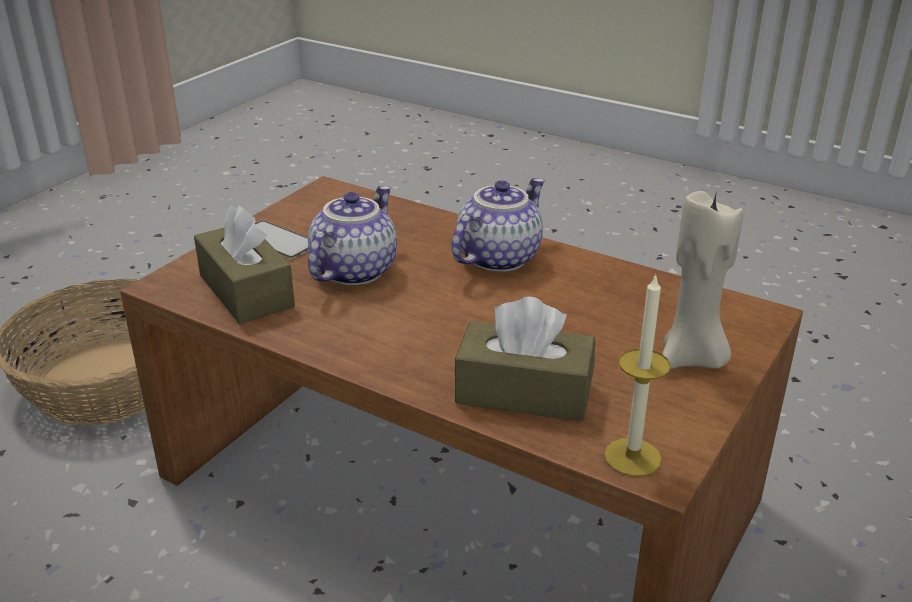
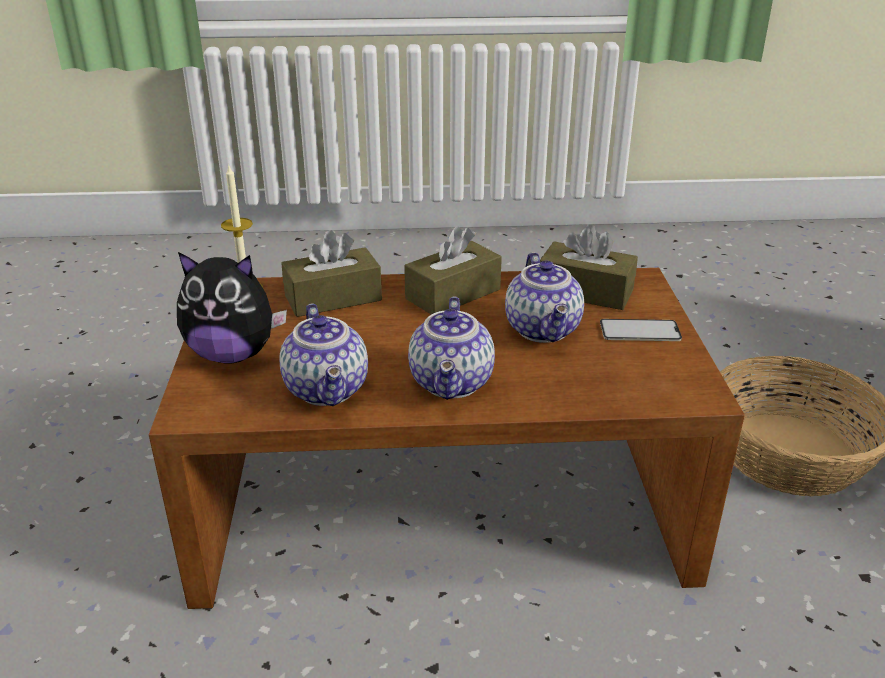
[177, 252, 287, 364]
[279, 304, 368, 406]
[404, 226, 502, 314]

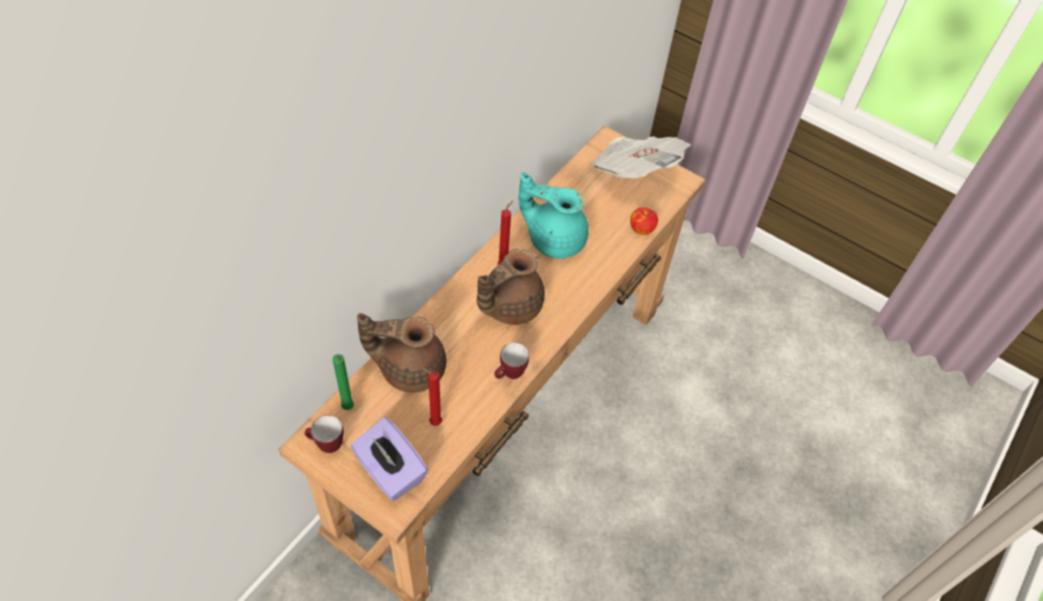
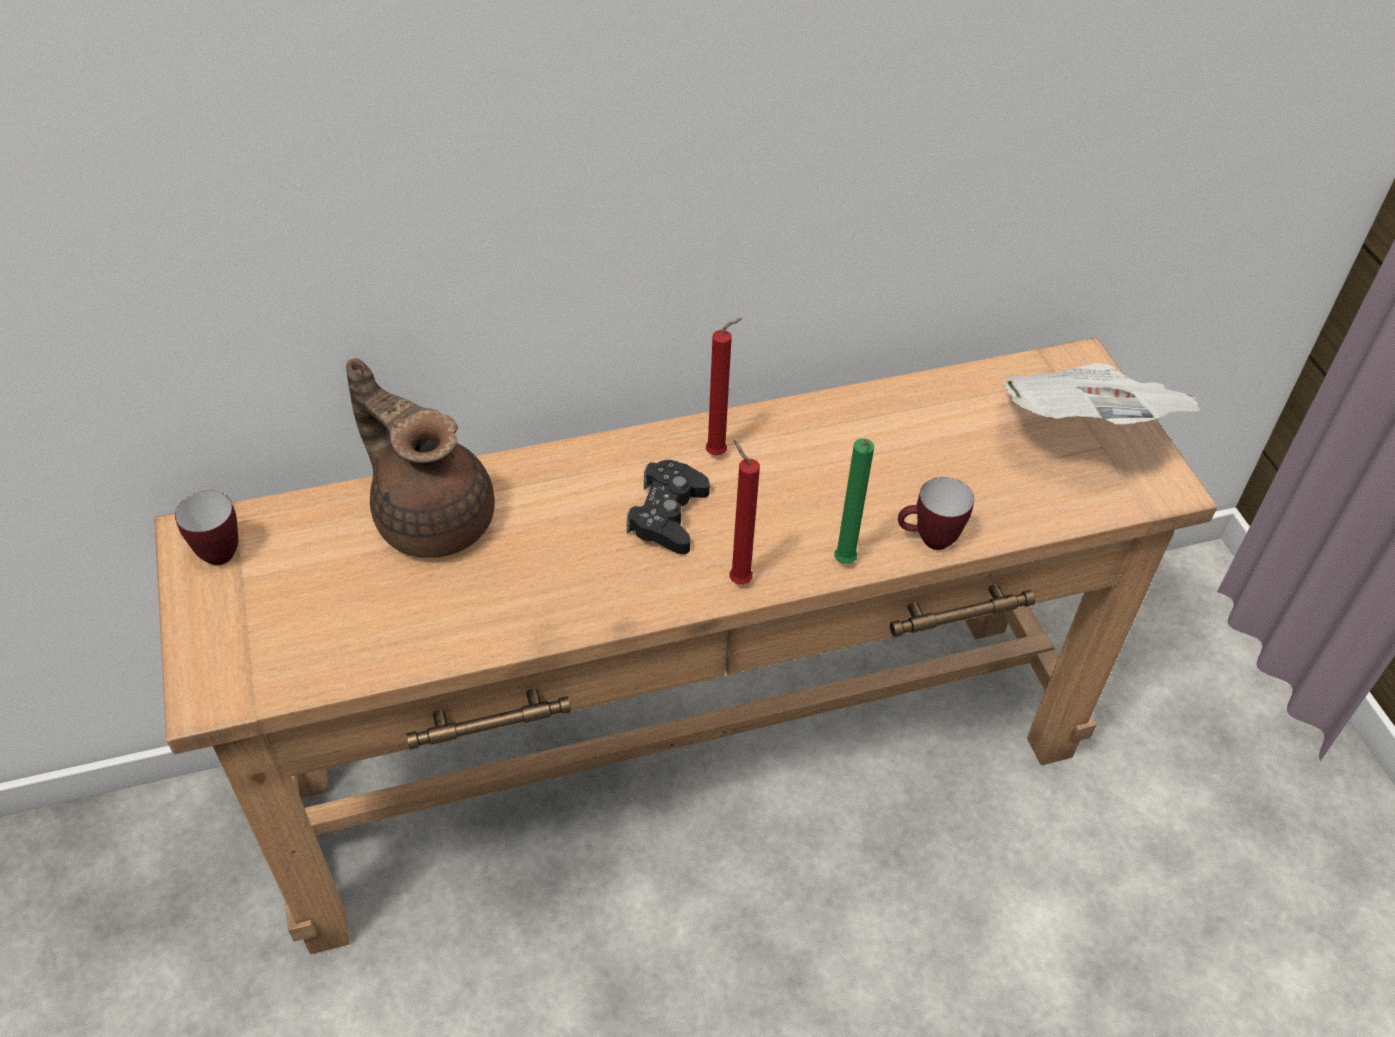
[627, 460, 710, 554]
[729, 440, 760, 584]
[834, 438, 874, 564]
[898, 477, 974, 550]
[351, 417, 428, 501] (first image)
[519, 172, 589, 259] (first image)
[630, 208, 658, 235] (first image)

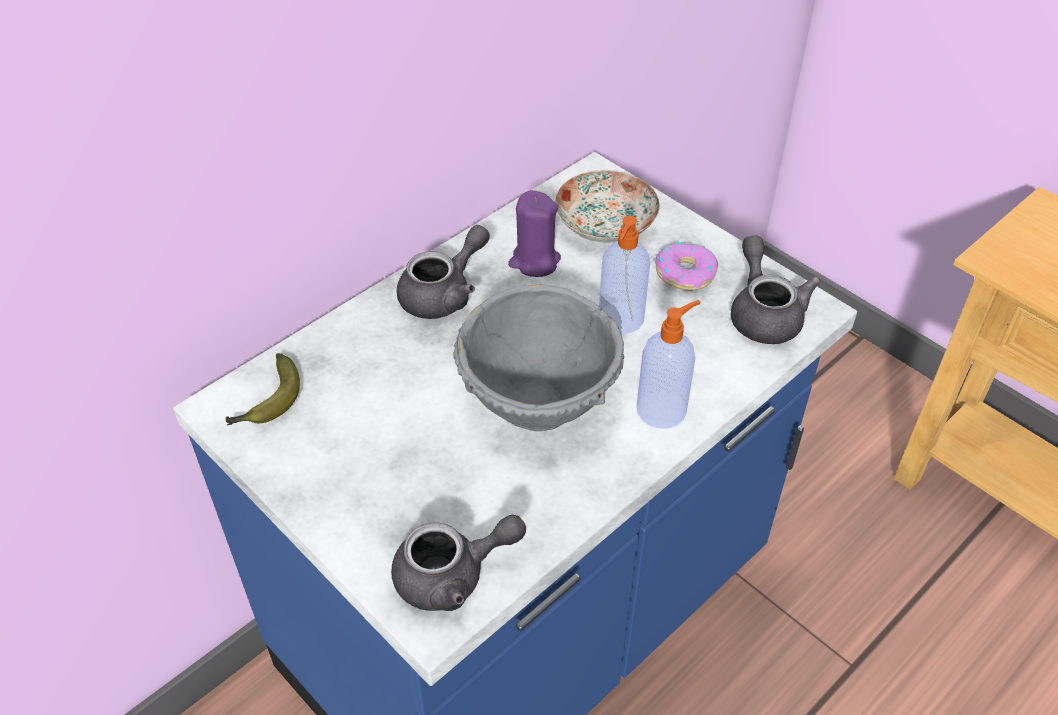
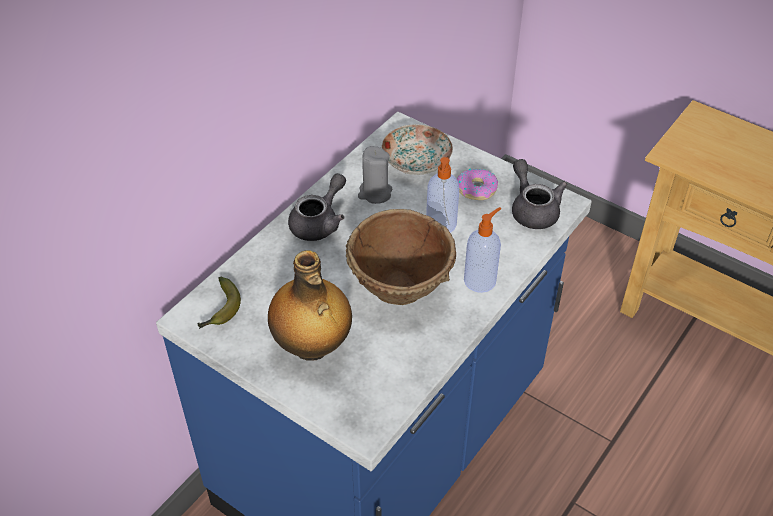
[268, 250, 352, 361]
[346, 209, 456, 305]
[358, 146, 392, 204]
[391, 514, 526, 611] (first image)

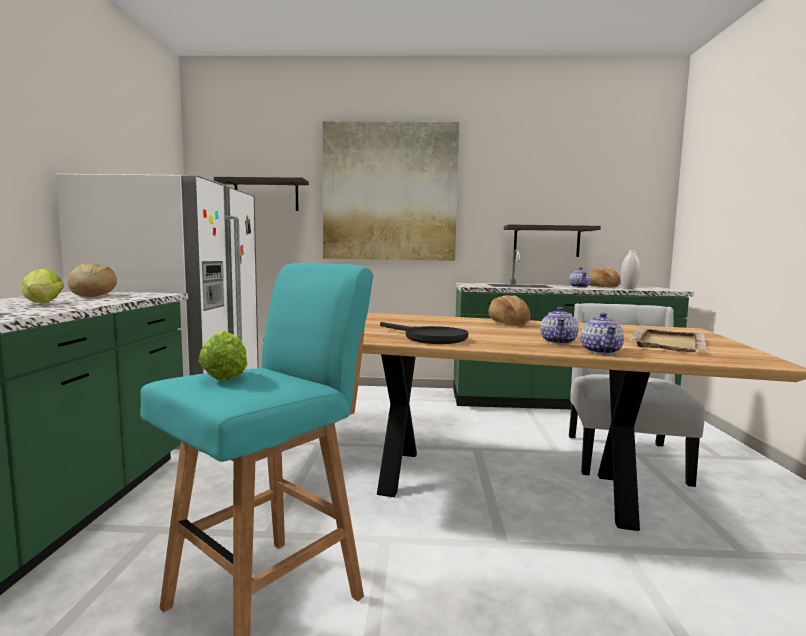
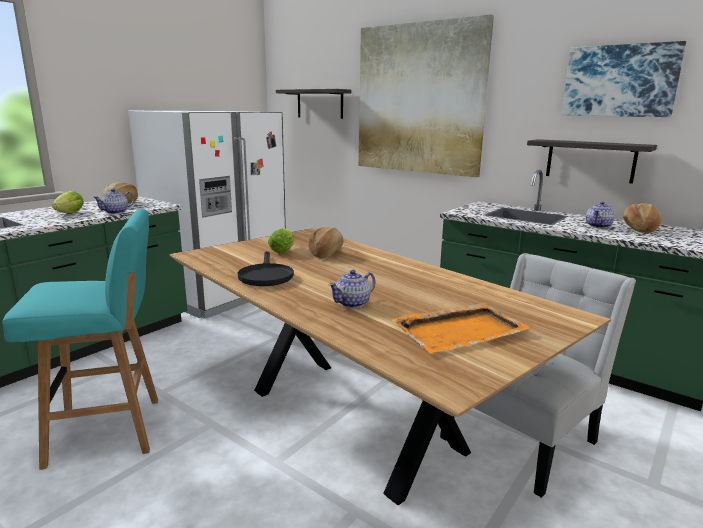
[93, 189, 134, 214]
[268, 228, 293, 253]
[308, 227, 344, 259]
[391, 302, 530, 354]
[562, 41, 686, 117]
[621, 250, 641, 289] (first image)

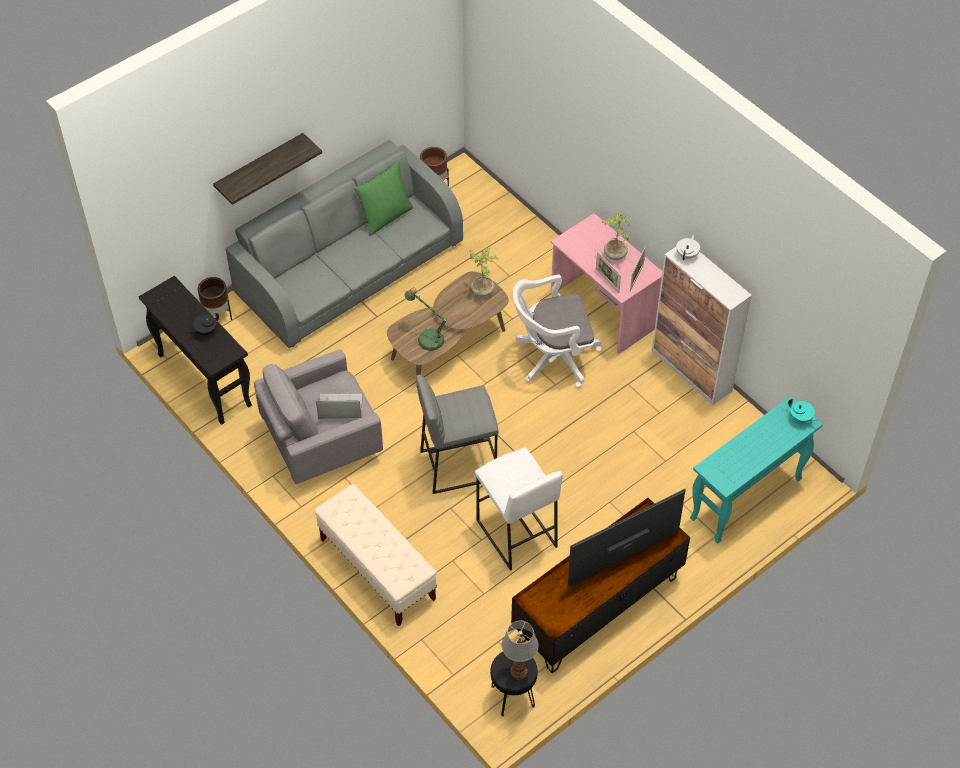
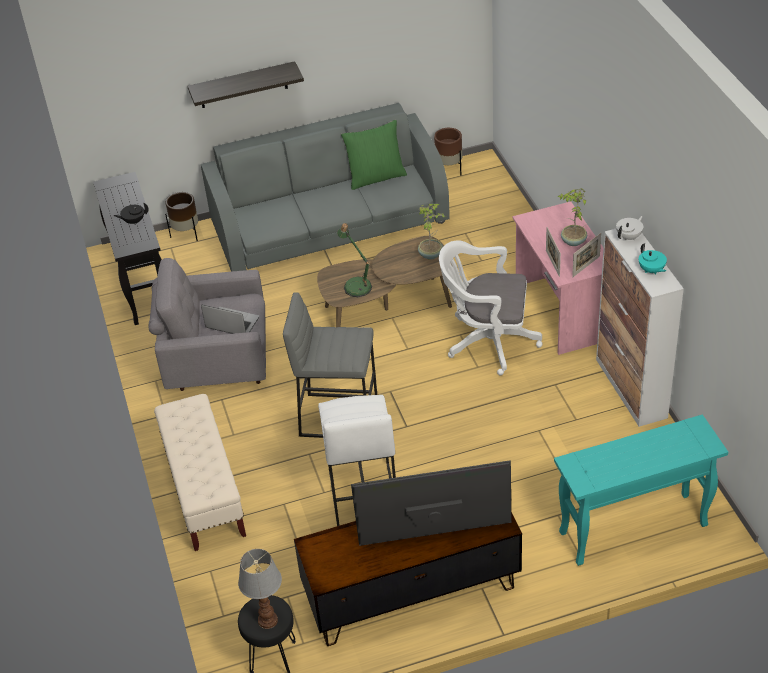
[639, 243, 667, 274]

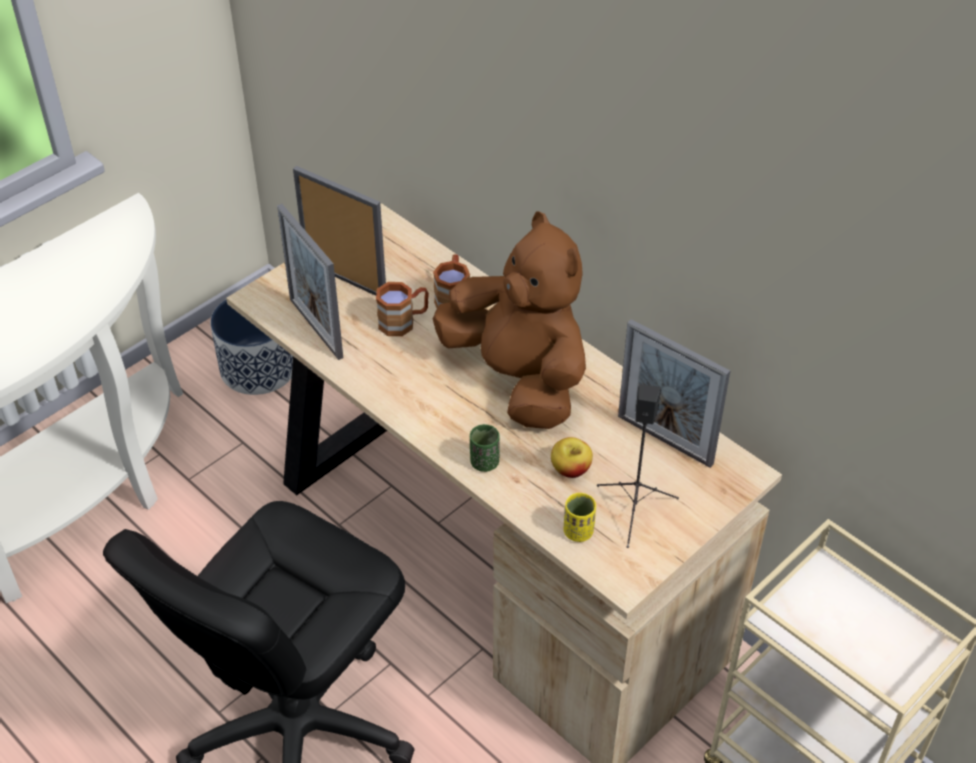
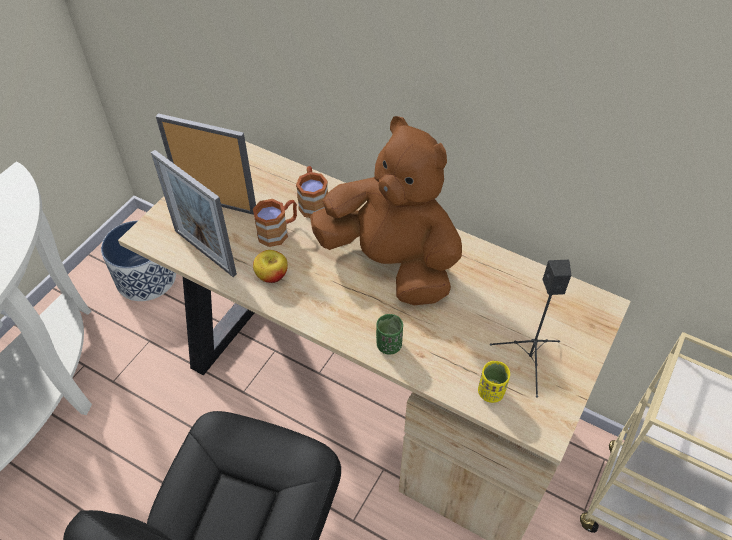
[253, 250, 288, 283]
[618, 319, 730, 468] (first image)

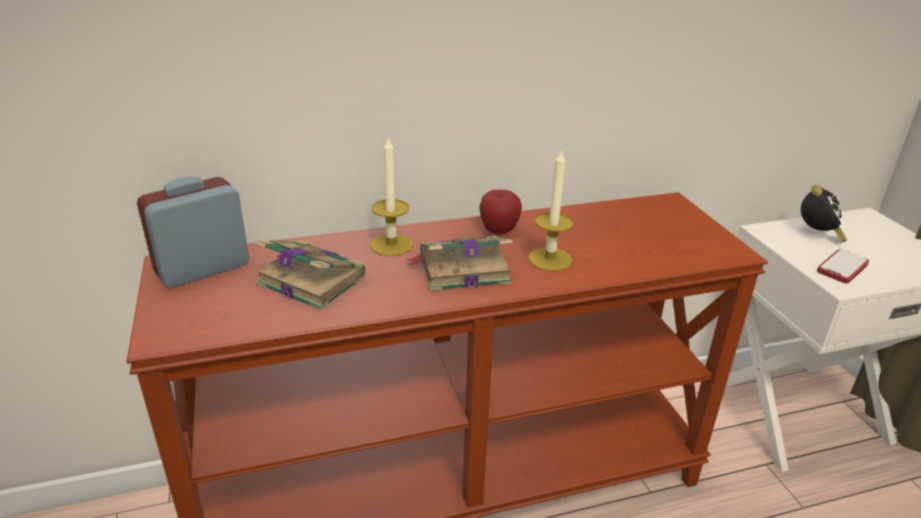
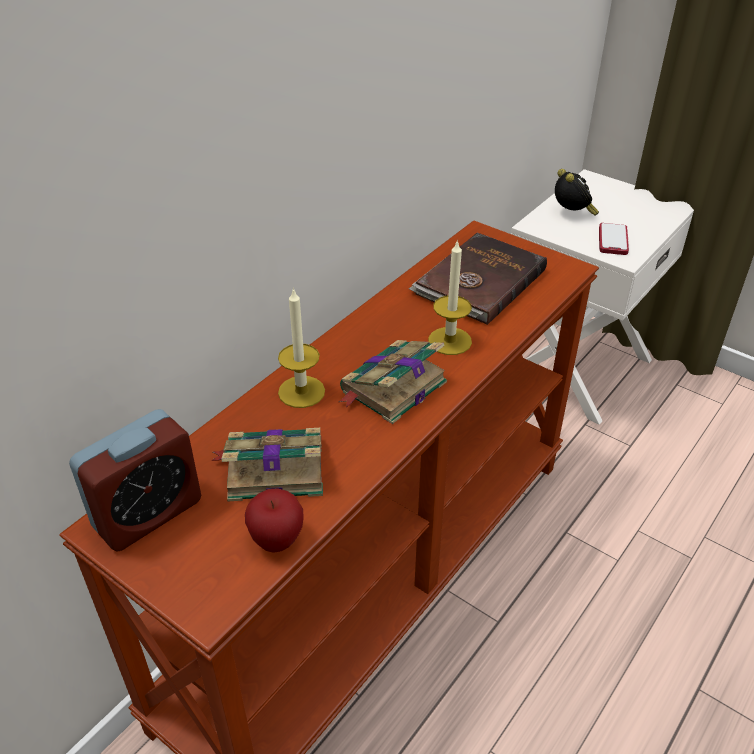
[69, 409, 201, 552]
[245, 488, 304, 553]
[409, 233, 547, 325]

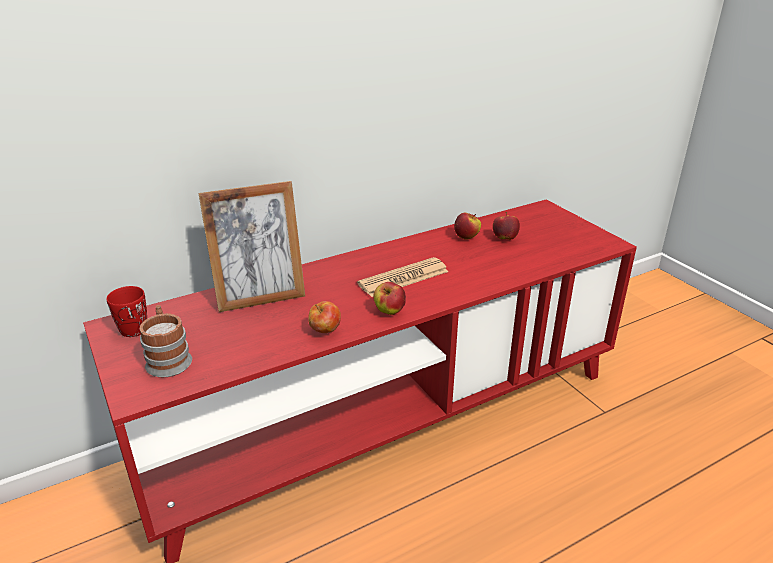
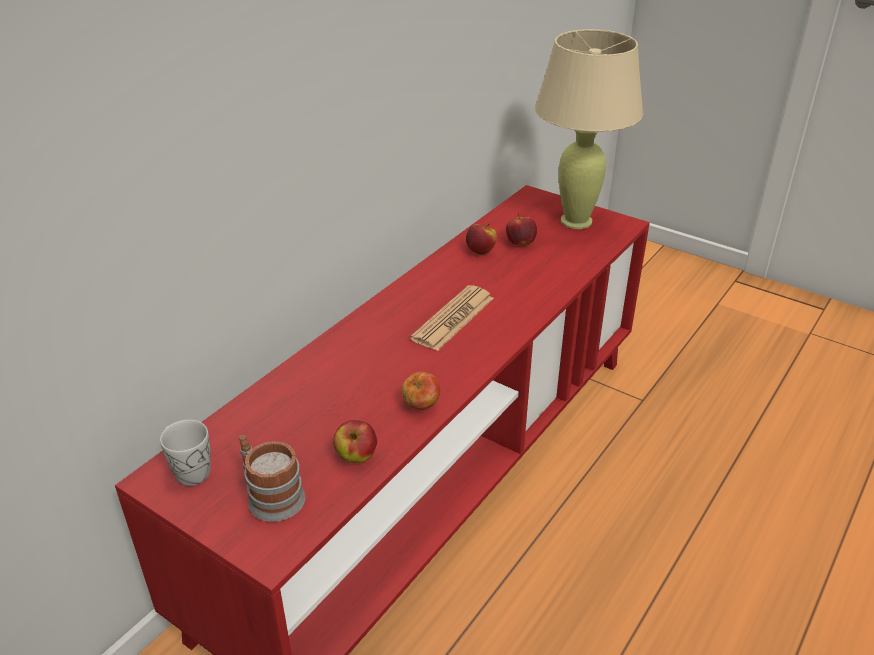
[160, 420, 211, 486]
[333, 420, 377, 463]
[535, 29, 643, 229]
[198, 181, 305, 312] (first image)

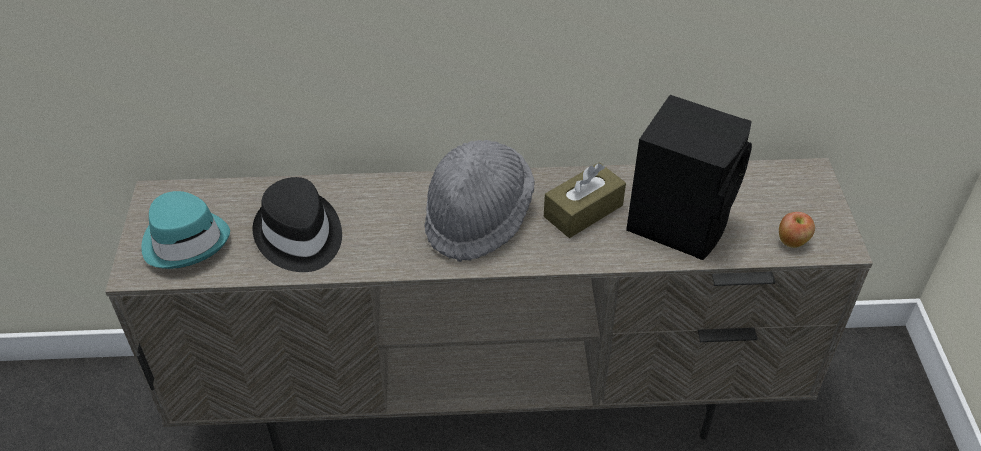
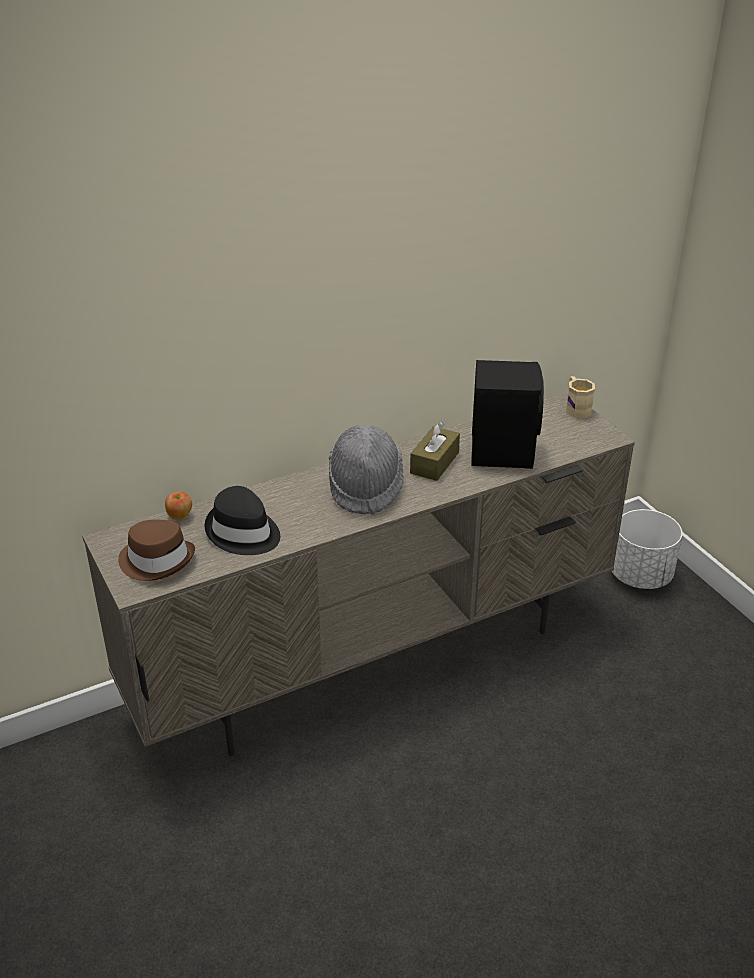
[118, 520, 195, 581]
[165, 491, 192, 520]
[566, 376, 595, 418]
[612, 509, 682, 589]

